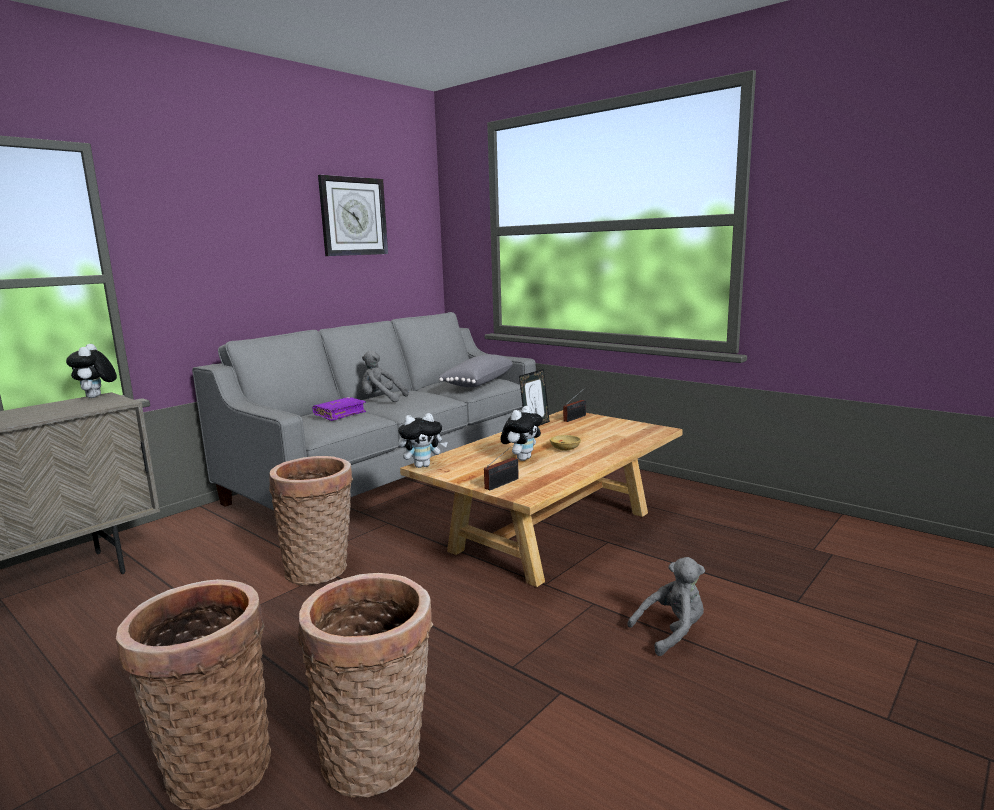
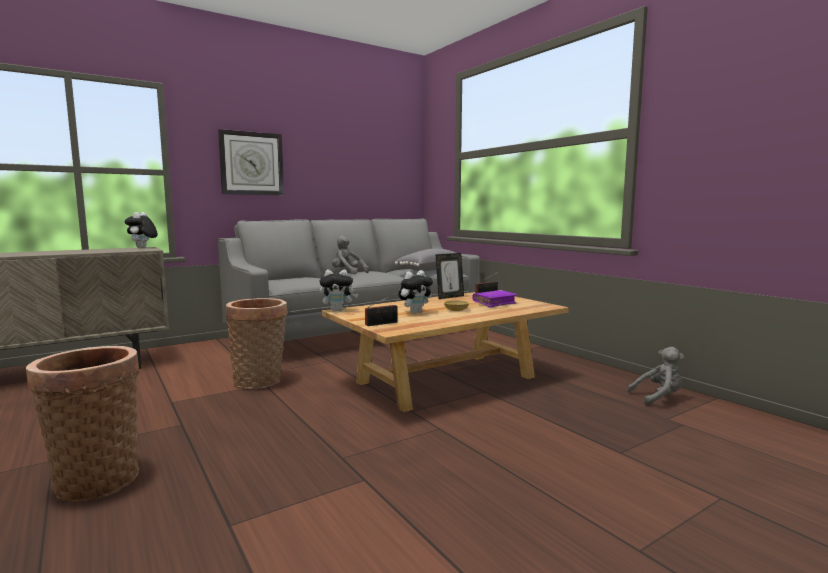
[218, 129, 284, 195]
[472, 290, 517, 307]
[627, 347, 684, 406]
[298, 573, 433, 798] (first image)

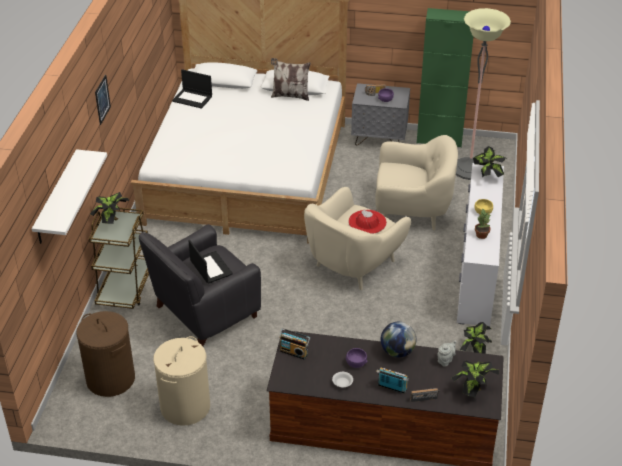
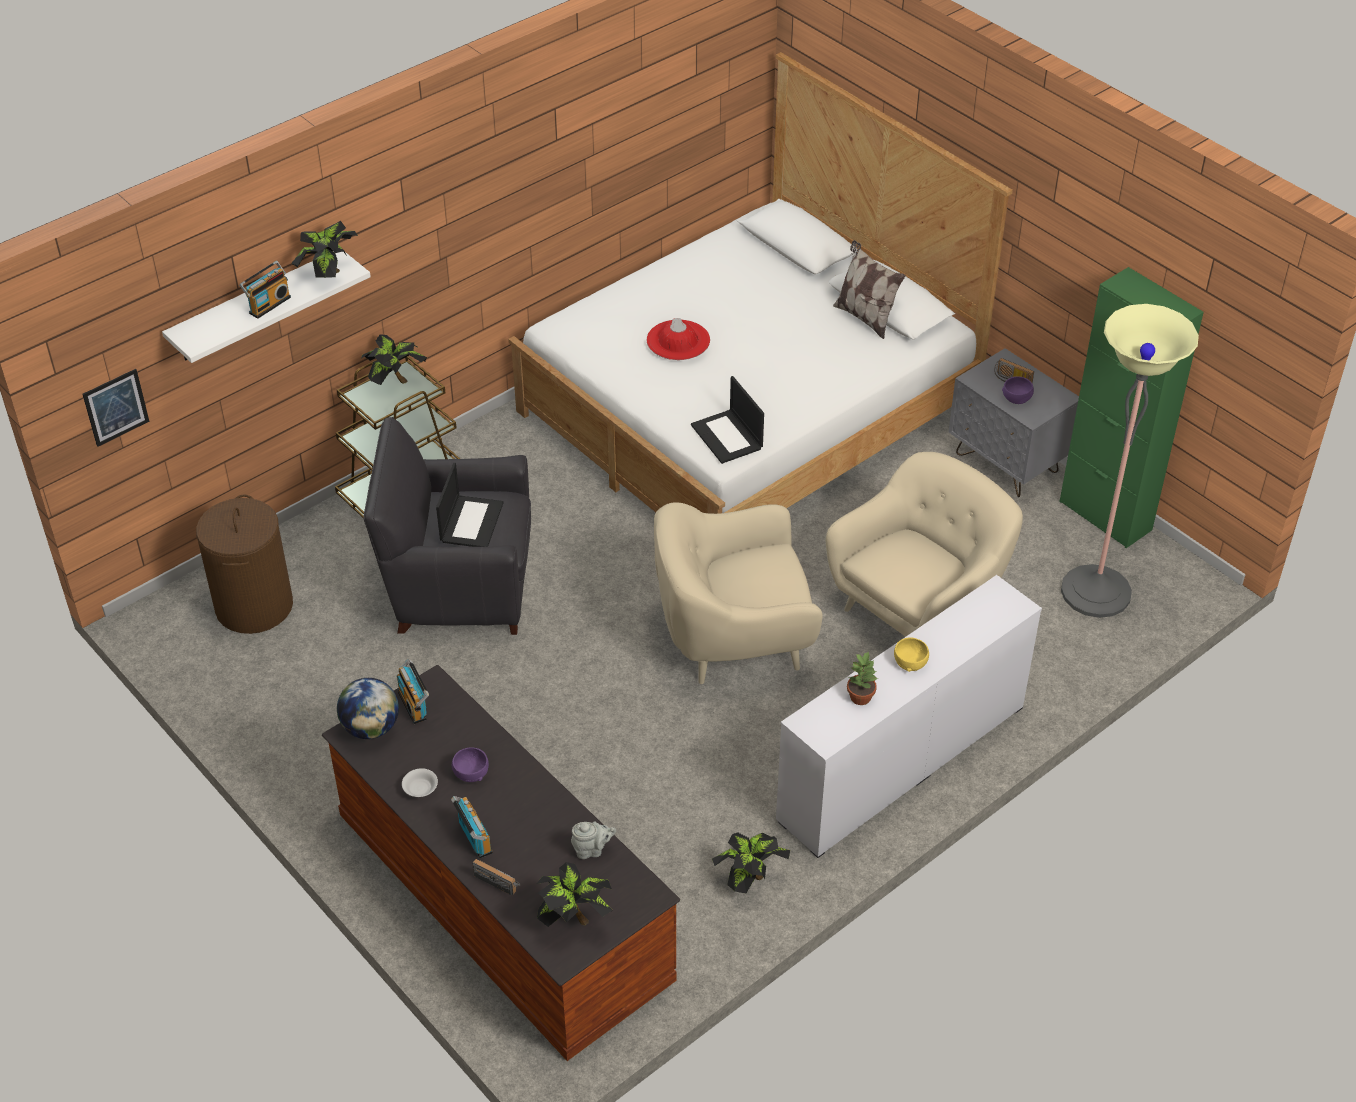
[83, 369, 150, 447]
[239, 261, 291, 319]
[291, 221, 358, 278]
[337, 678, 399, 739]
[647, 318, 710, 360]
[691, 376, 764, 464]
[826, 452, 1023, 637]
[153, 336, 210, 426] (first image)

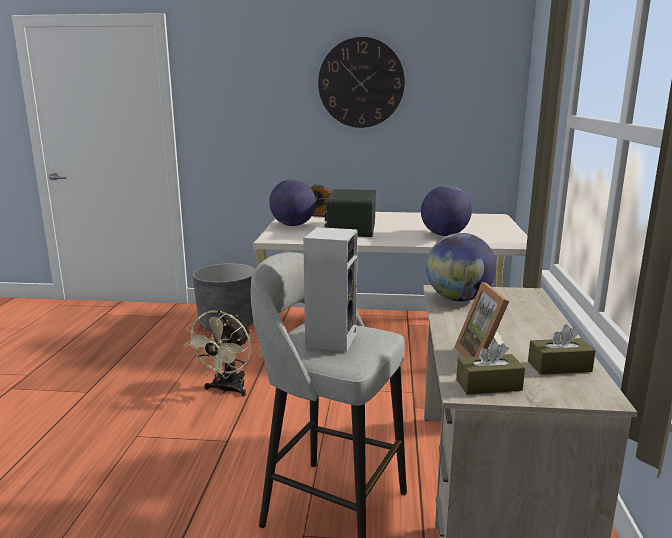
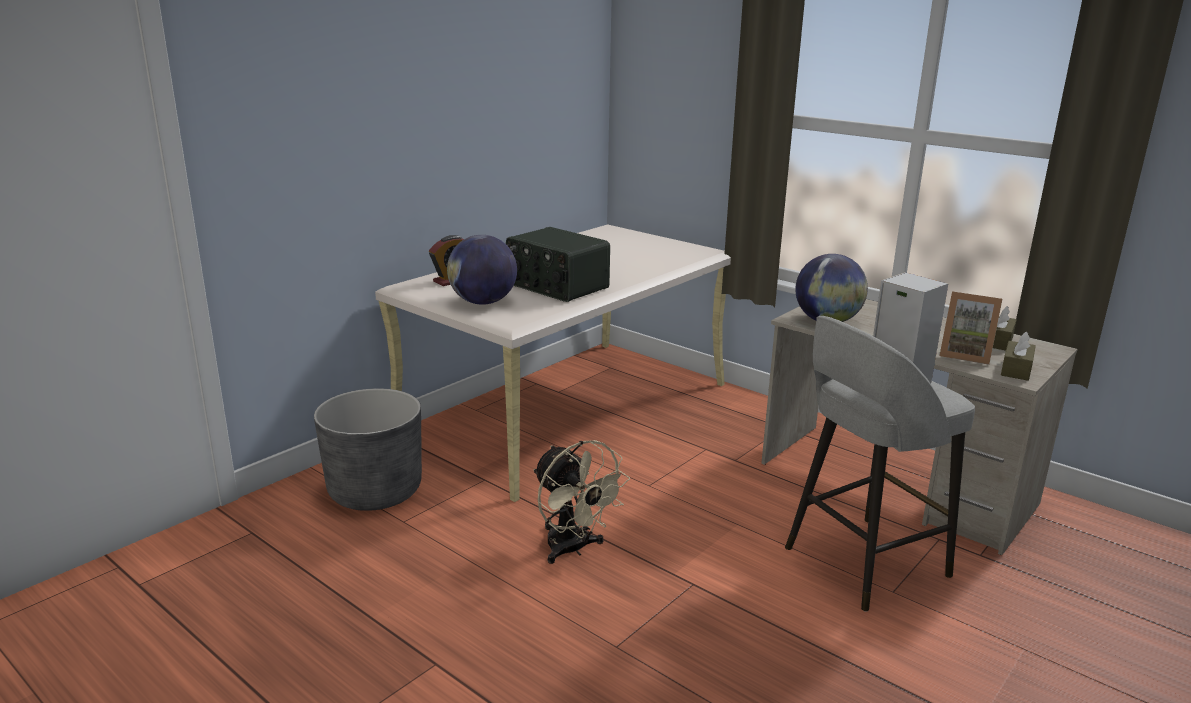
[318, 37, 405, 128] (first image)
[421, 186, 472, 236] (first image)

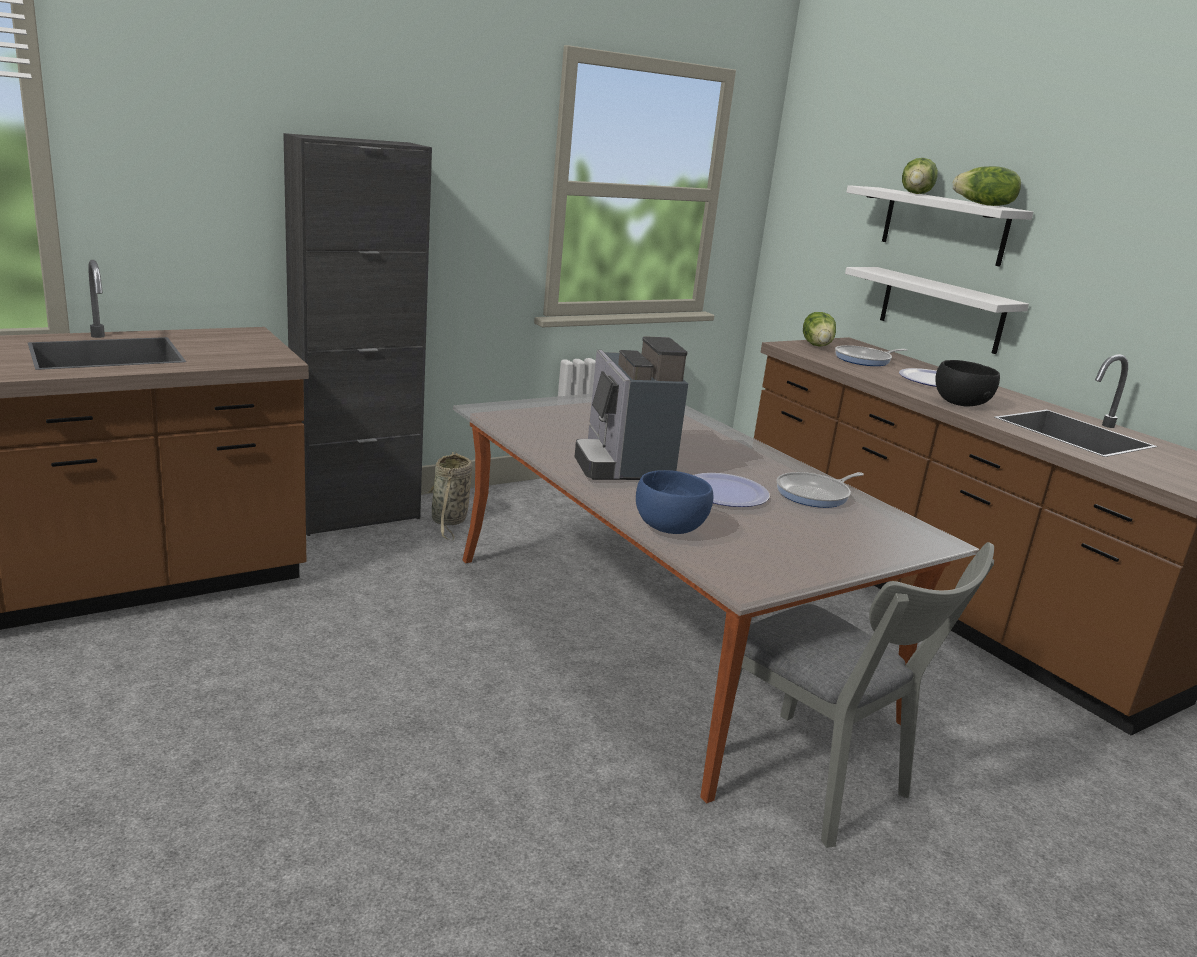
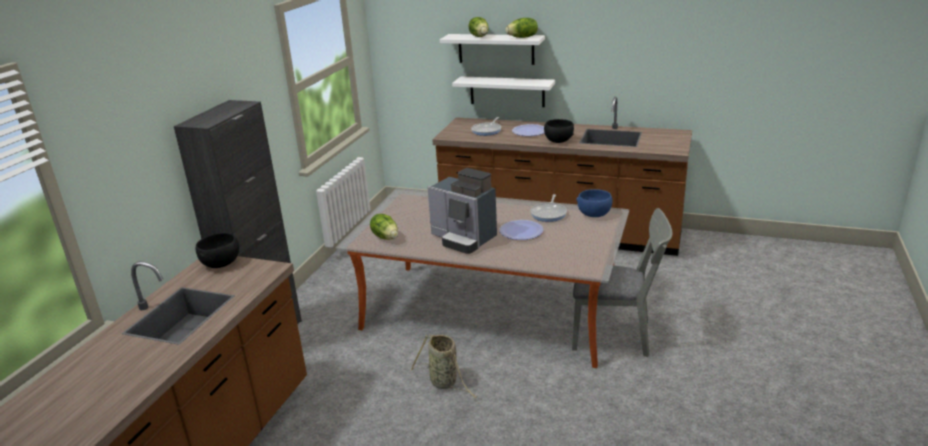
[196, 233, 239, 268]
[370, 214, 398, 240]
[411, 334, 478, 398]
[576, 189, 613, 217]

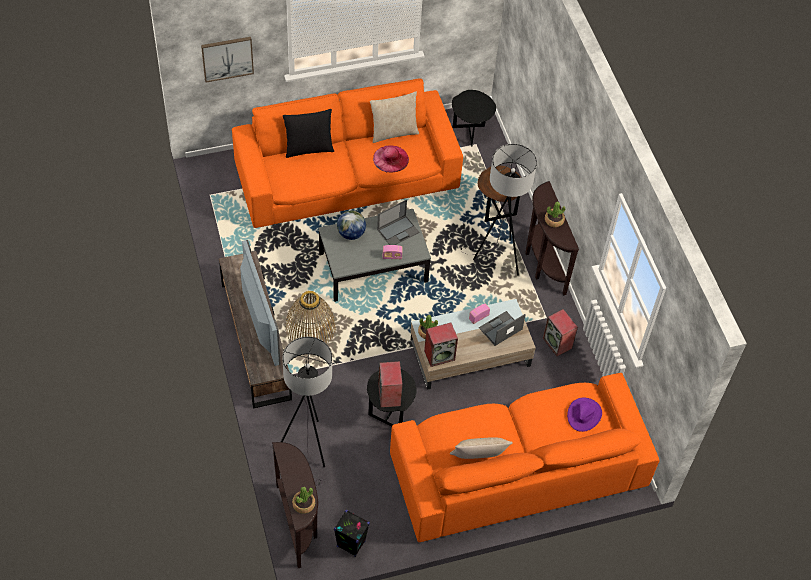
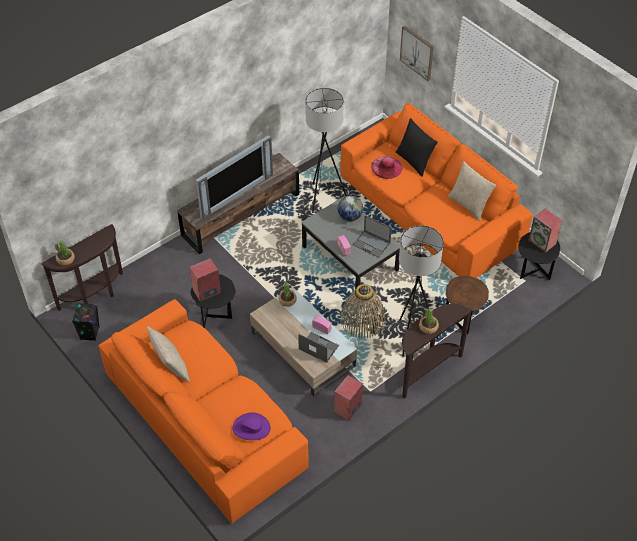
[297, 88, 347, 216]
[341, 284, 386, 338]
[371, 156, 403, 179]
[528, 209, 562, 253]

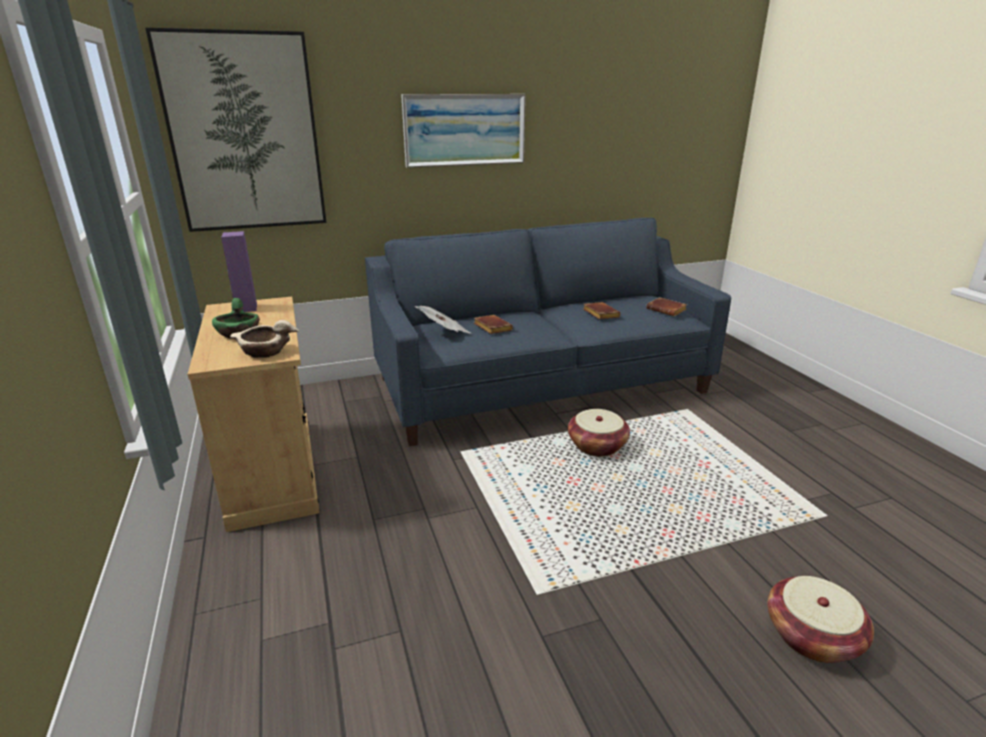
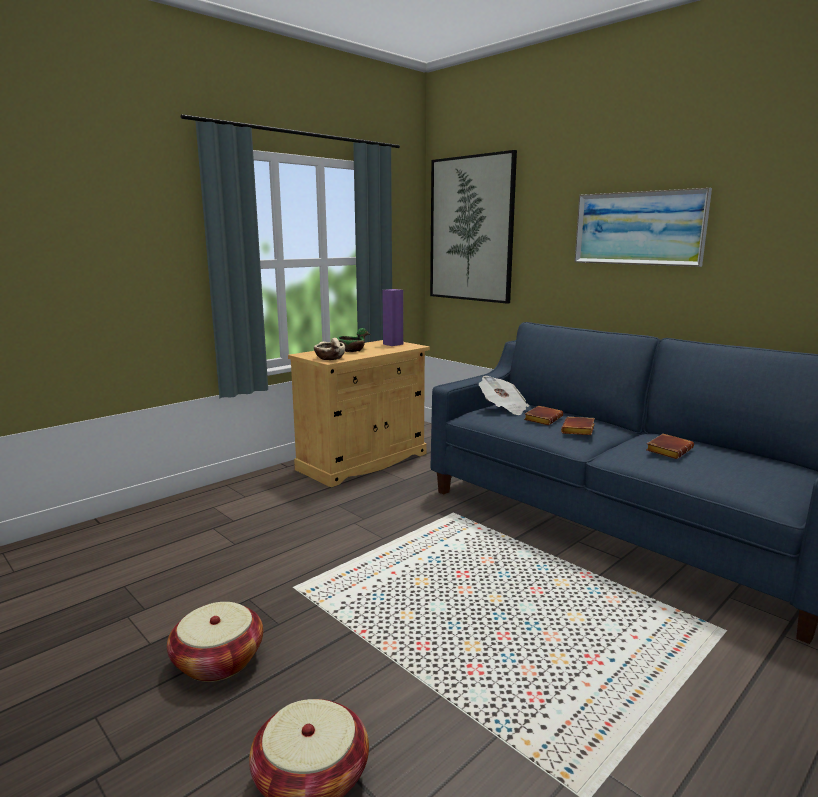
[167, 602, 263, 682]
[561, 417, 595, 435]

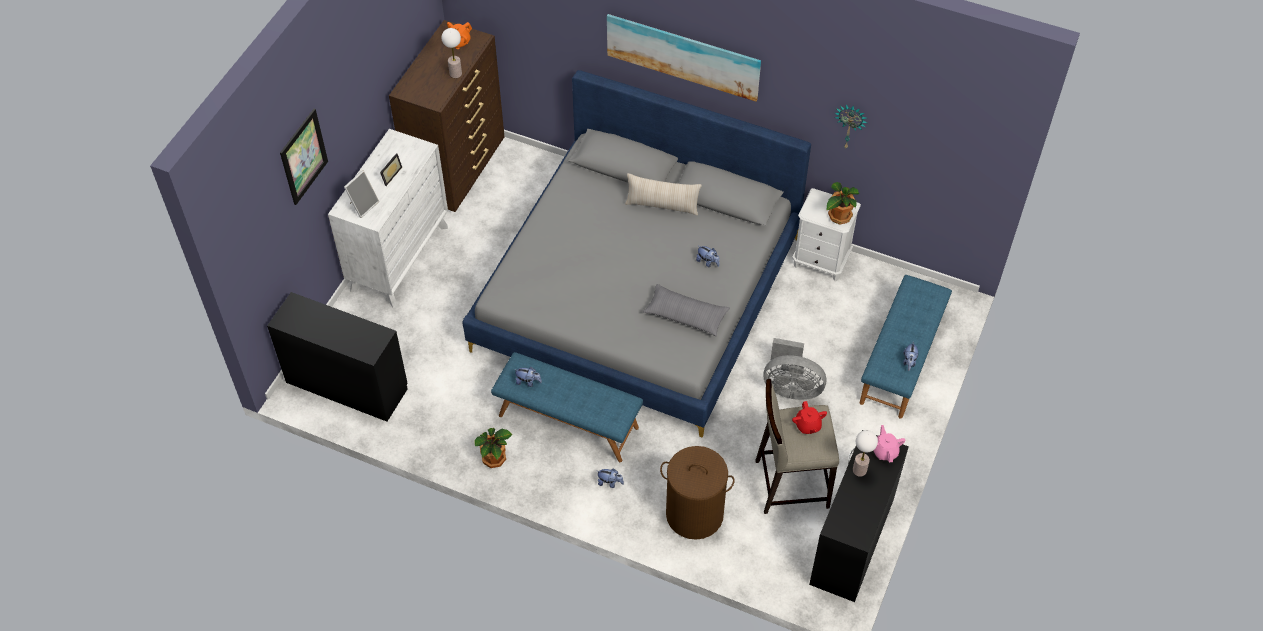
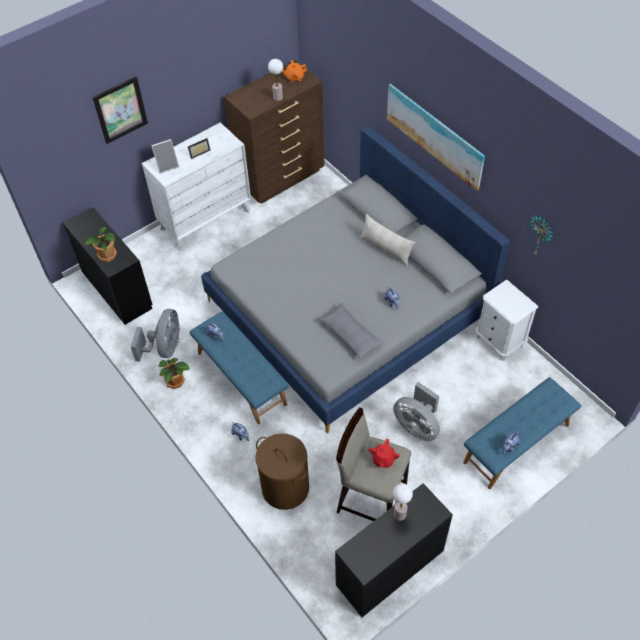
[85, 227, 117, 262]
[130, 309, 180, 362]
[873, 425, 905, 462] (first image)

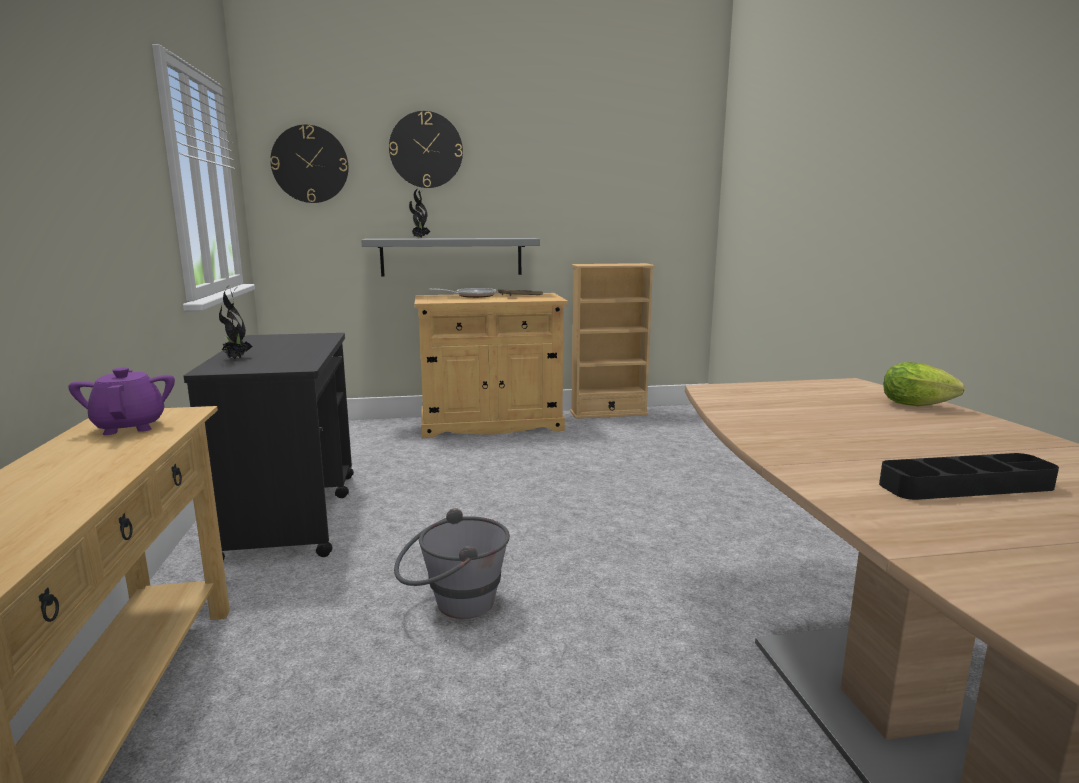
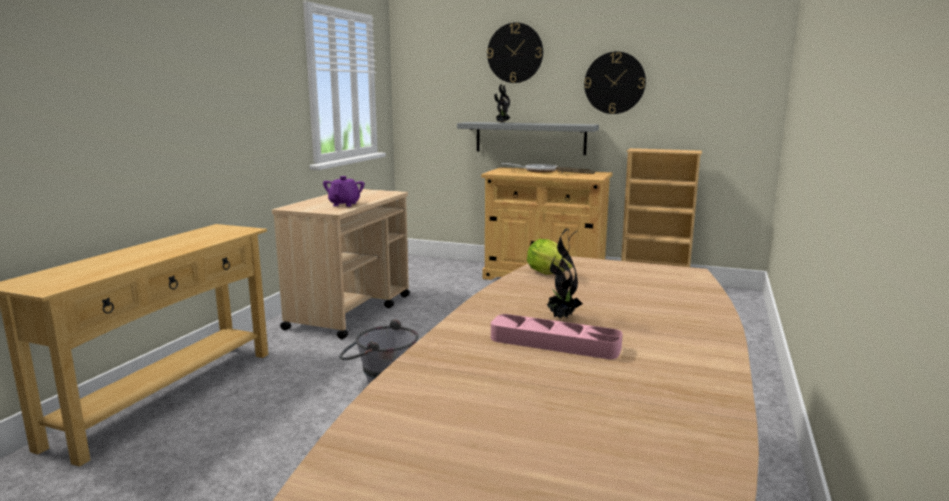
[272, 189, 410, 339]
[323, 176, 365, 207]
[491, 314, 623, 359]
[527, 239, 573, 274]
[547, 228, 583, 318]
[584, 51, 646, 114]

